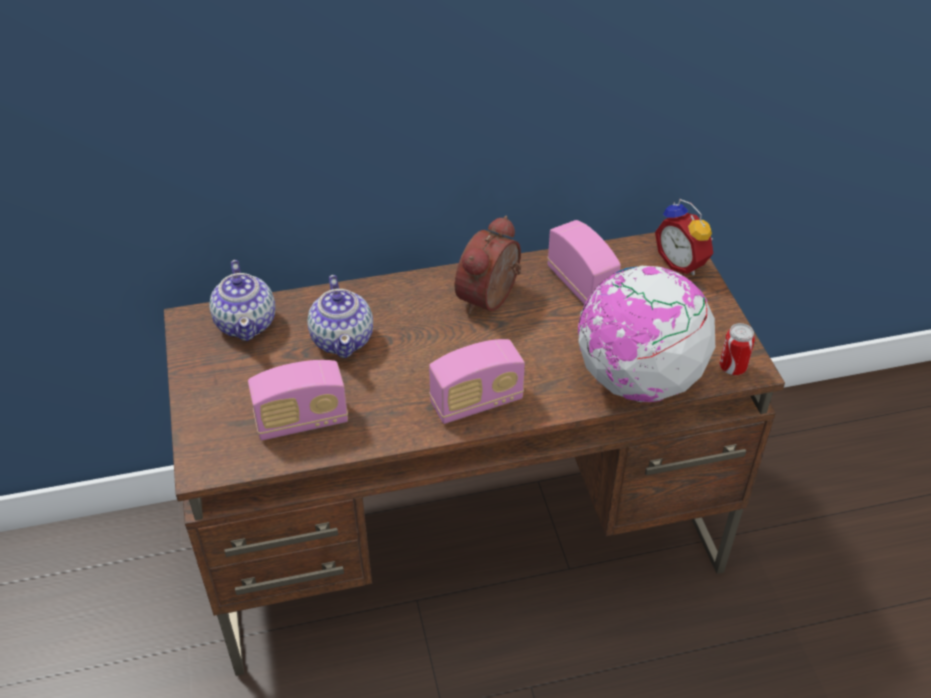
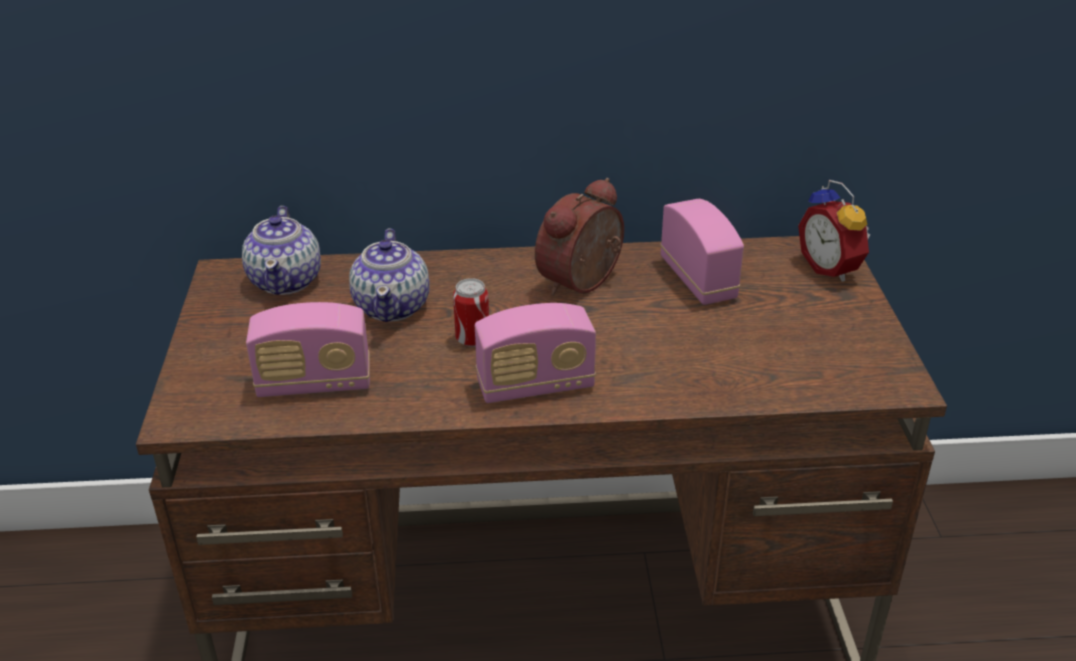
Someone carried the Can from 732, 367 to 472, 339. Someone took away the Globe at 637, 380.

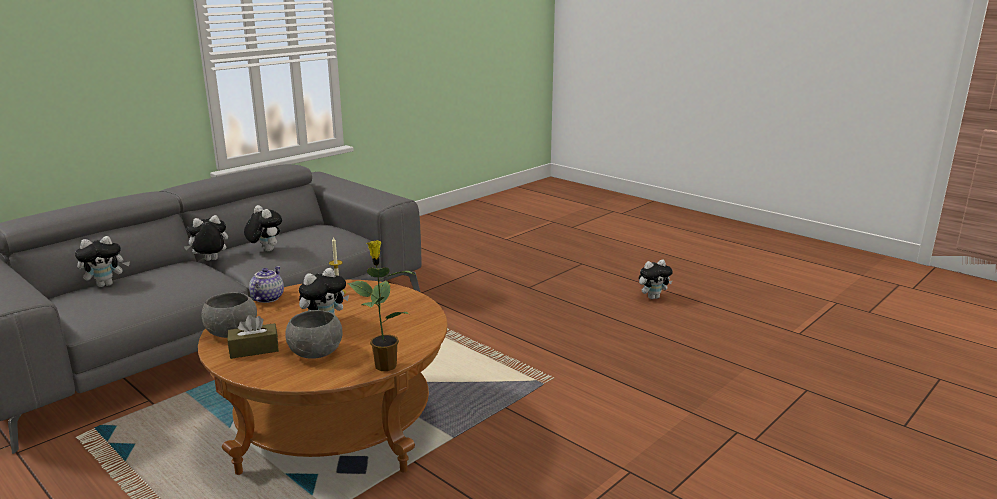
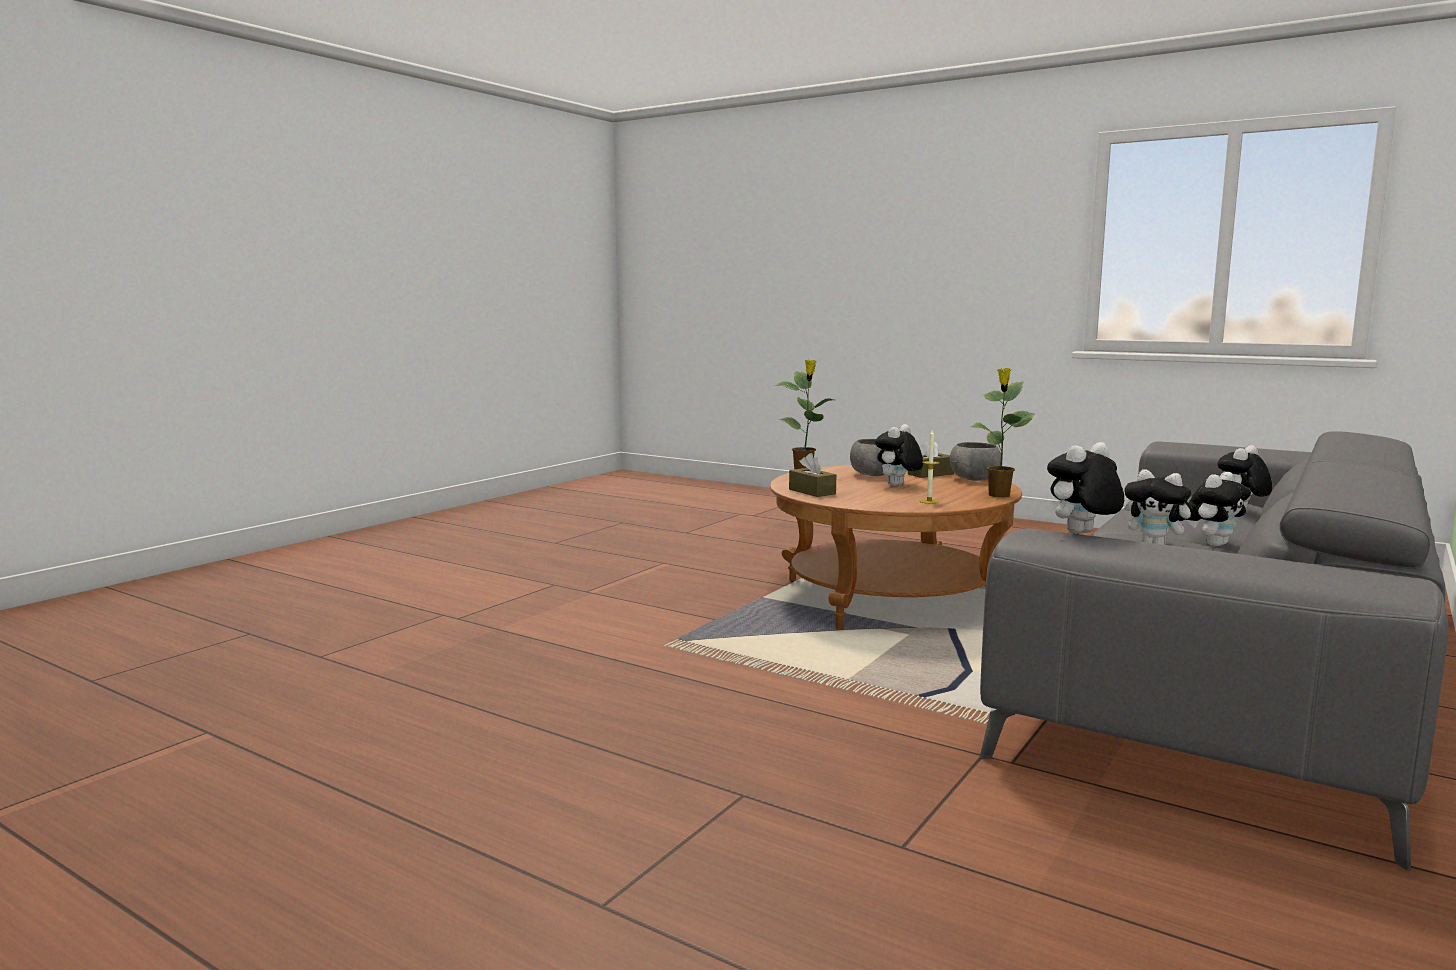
Someone put down the BrownTissueBox at 812, 491. Someone swapped the Teapot at 267, 298 for the PottedPlant at 999, 495. Someone carried the PlushToy from 653, 297 to 1081, 534.

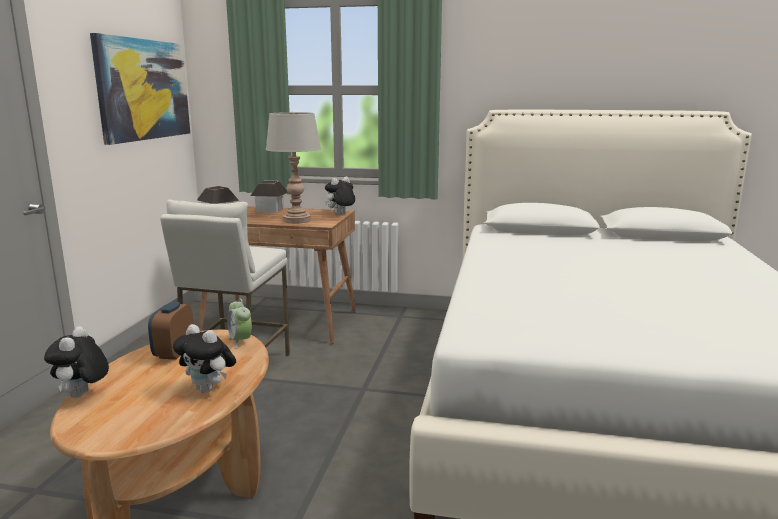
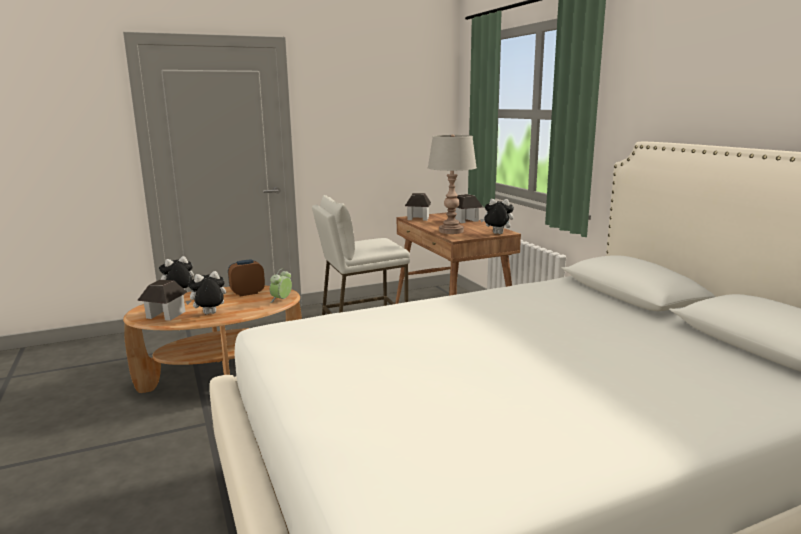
Someone put down the ToyHouse at 165, 315. Someone rotated the PlushToy at 208, 389 by 60 degrees clockwise. Someone took away the Picture at 144, 89.

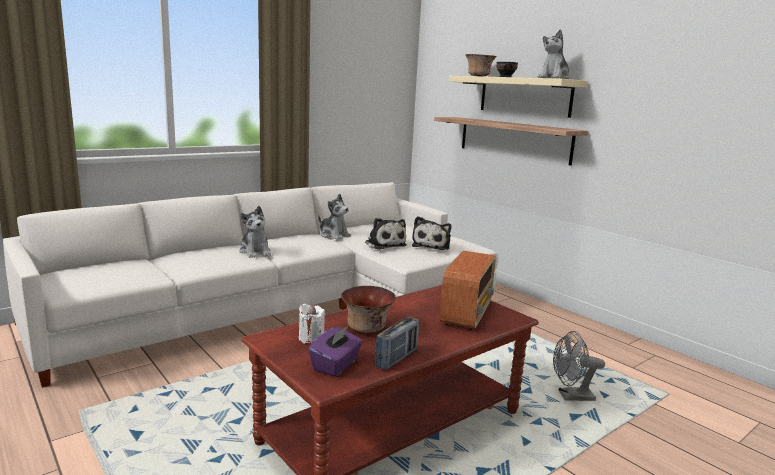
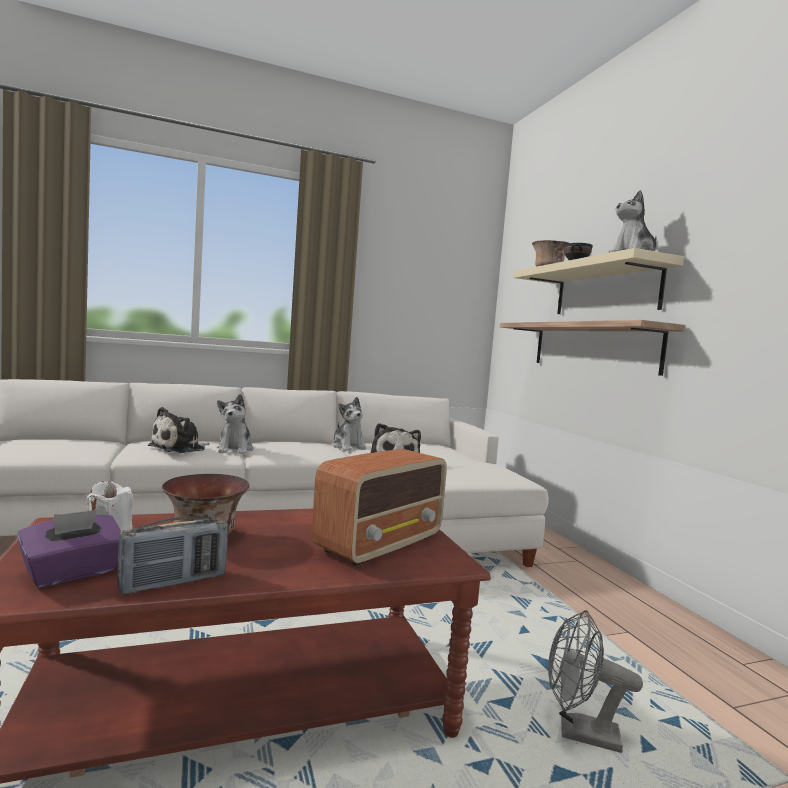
Someone carried the PlushToy from 432, 245 to 180, 448.

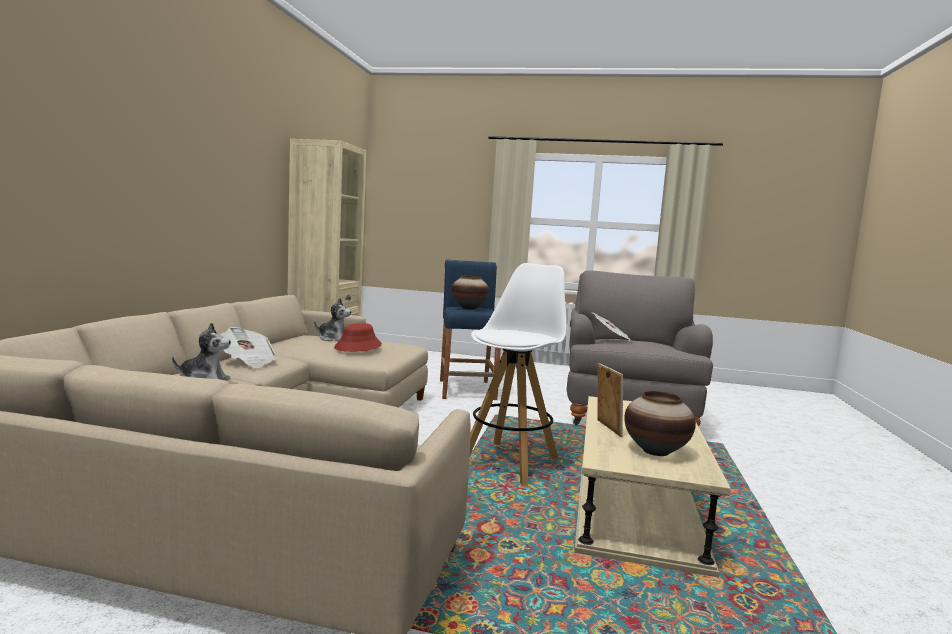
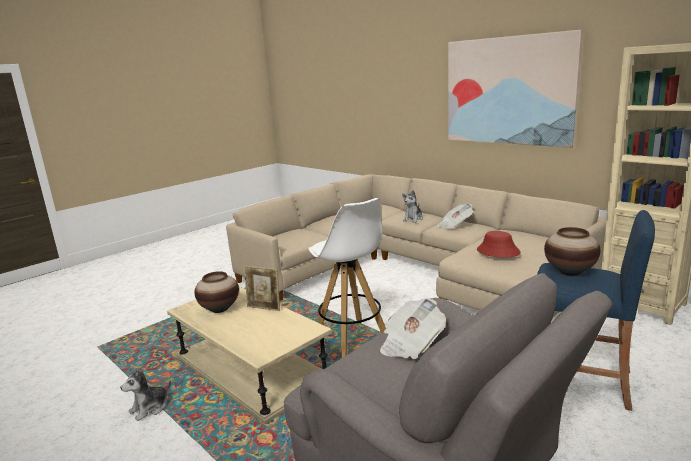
Someone carried the PlushToy from 333, 339 to 150, 408. Someone put up the Picture at 508, 91.

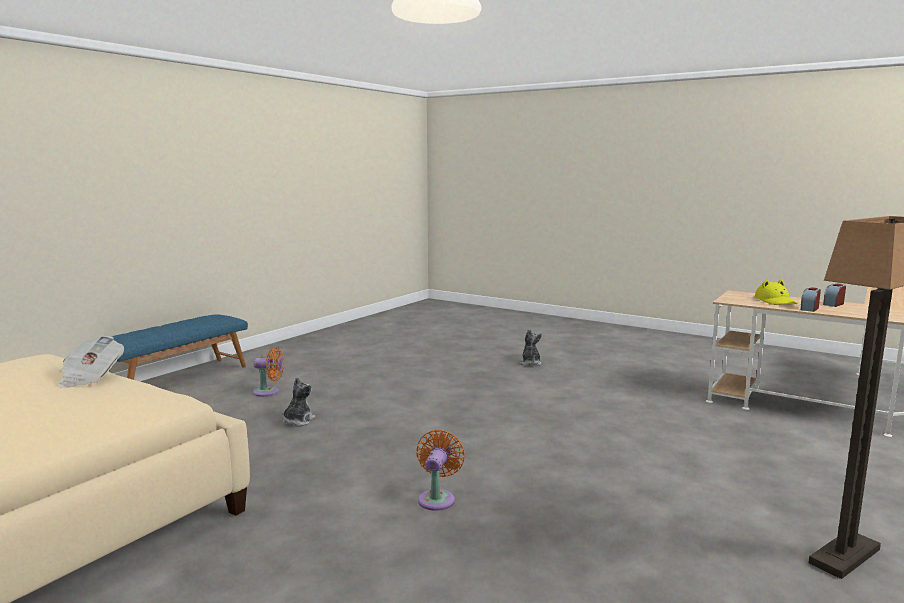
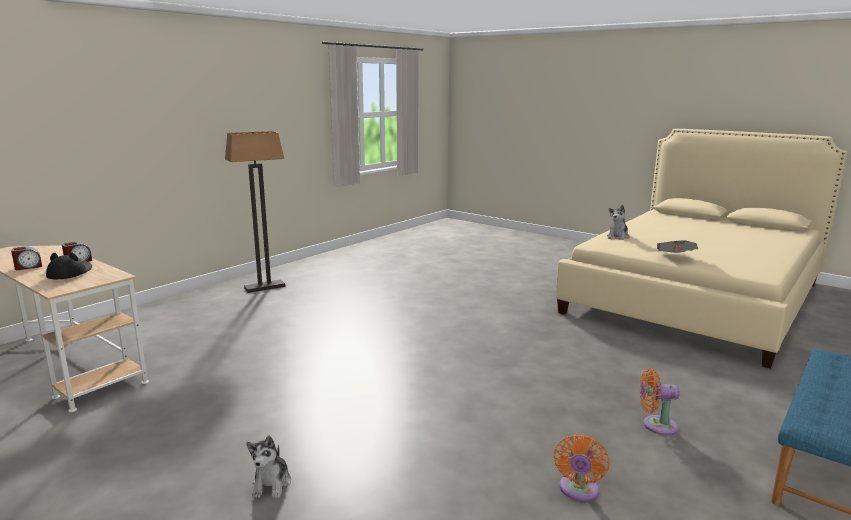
Someone repainted the YellowHat at 775, 301, which became the BlackHat at 70, 273. Someone carried the OrangeFan from 437, 498 to 578, 491. Someone carried the PlushToy from 298, 421 to 618, 237.

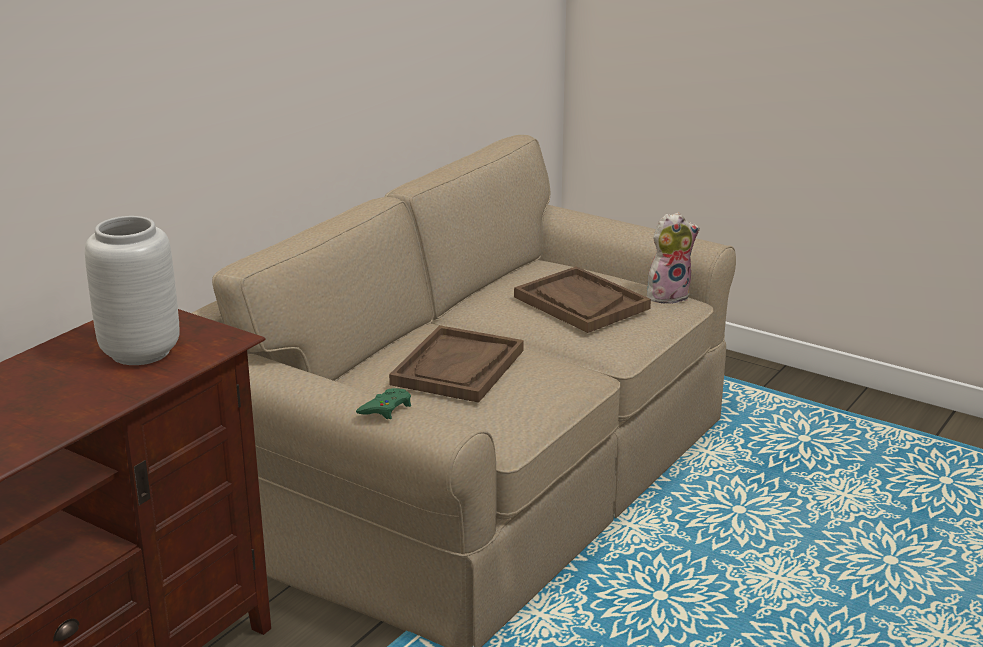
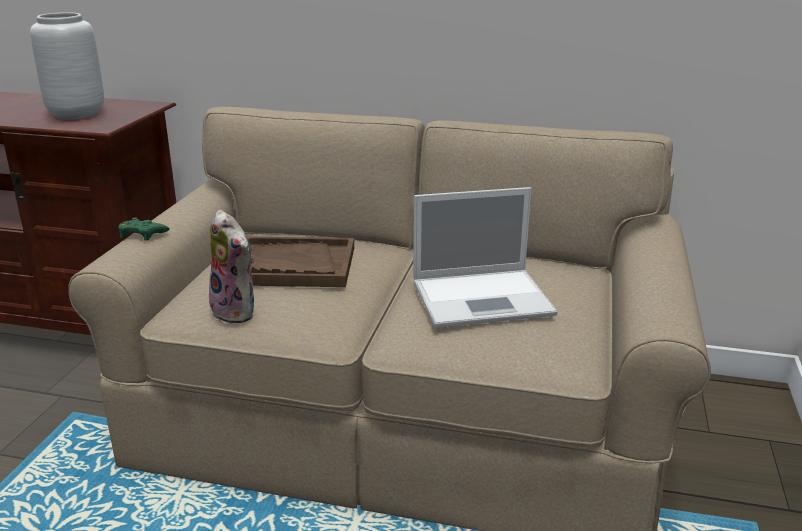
Someone carried the PlushToy from 668, 295 to 238, 311. Someone swapped the BrownTray at 581, 303 for the Laptop at 484, 298.

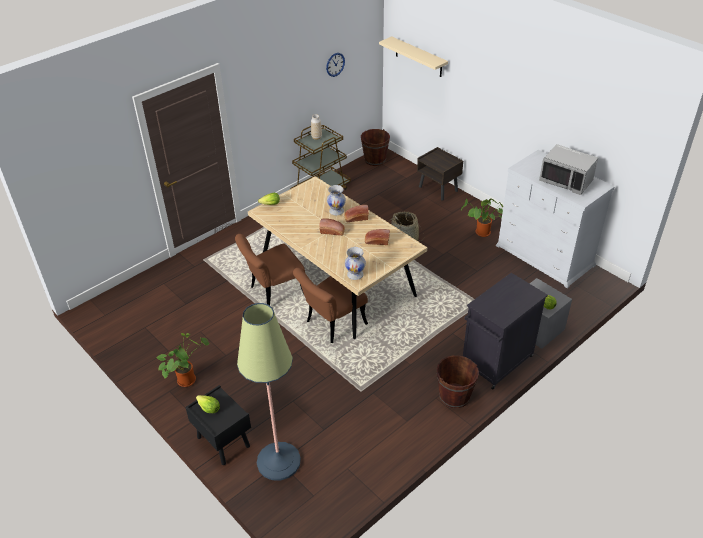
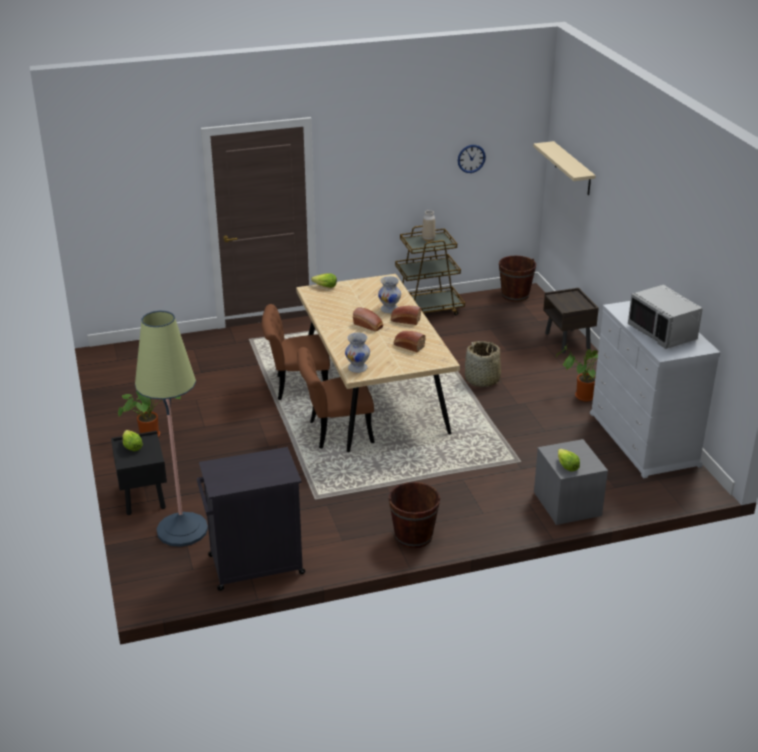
Someone carried the BlackCabinet from 496, 362 to 254, 565.

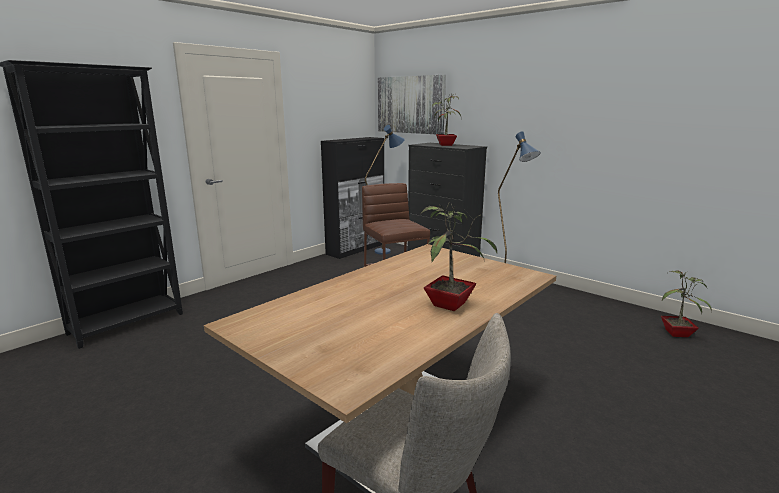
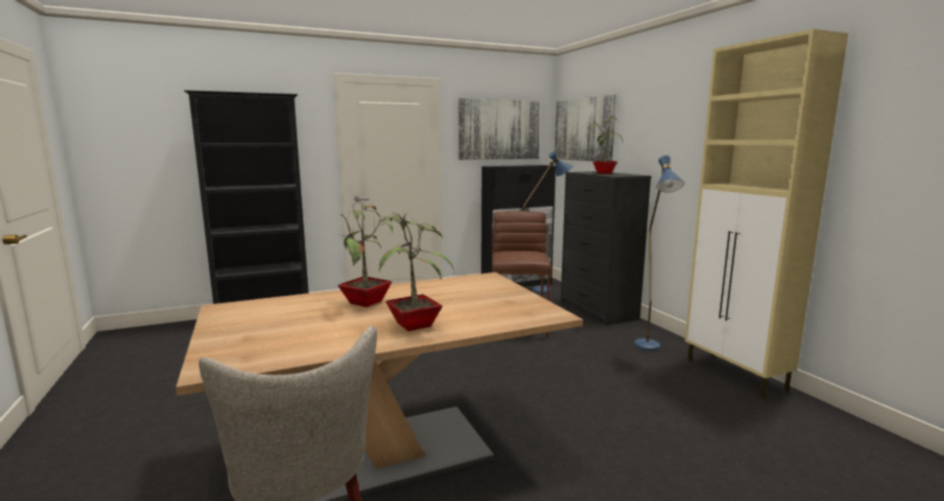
Someone carried the PottedPlant from 678, 333 to 367, 303. Someone put up the Picture at 499, 130. Someone put down the BeigeCabinet at 736, 375.

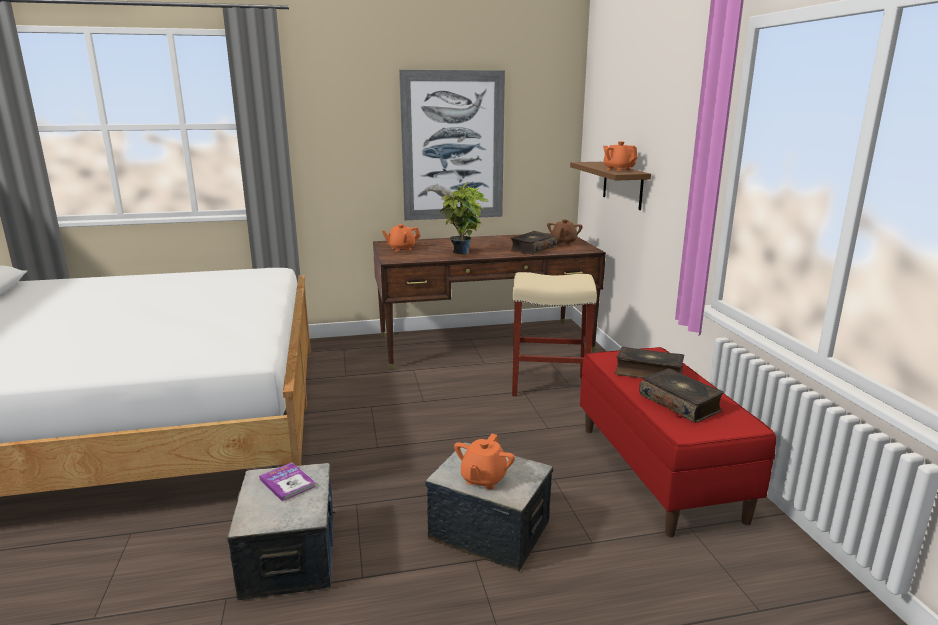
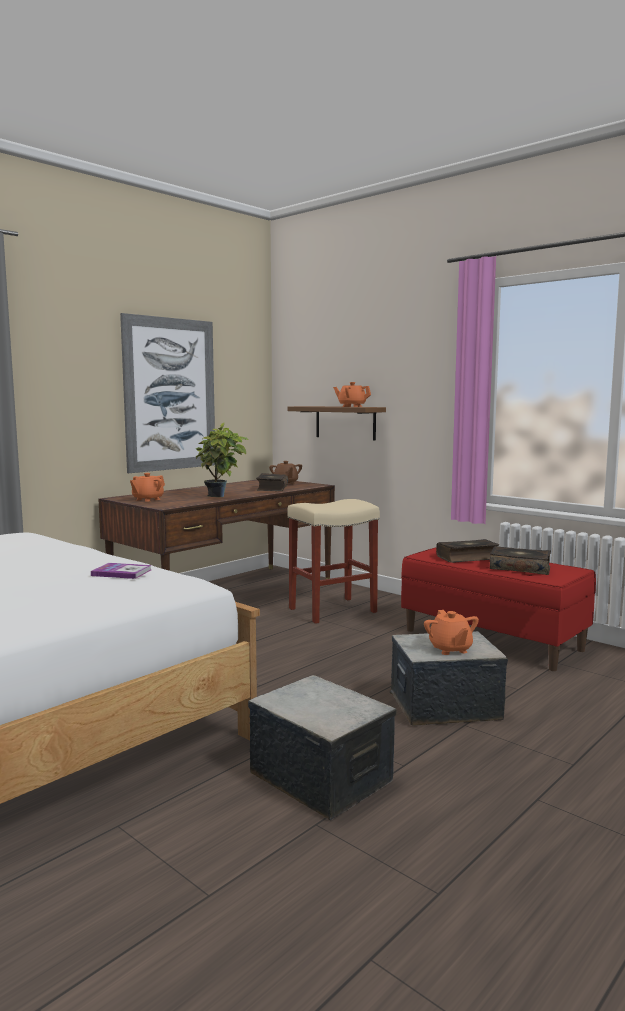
Someone carried the Book from 287, 483 to 121, 572.

